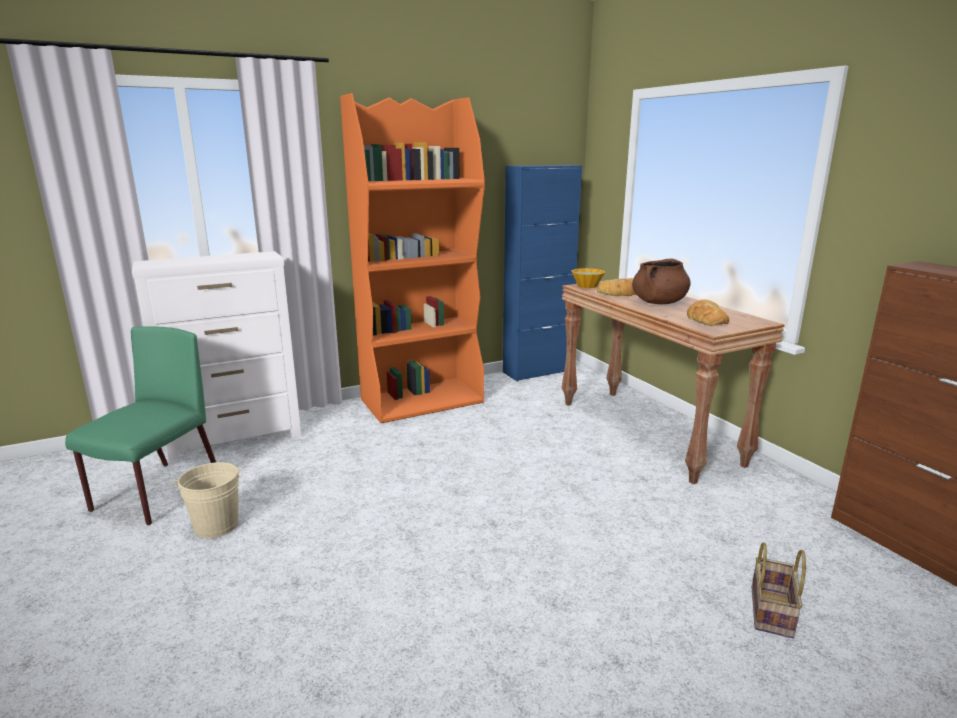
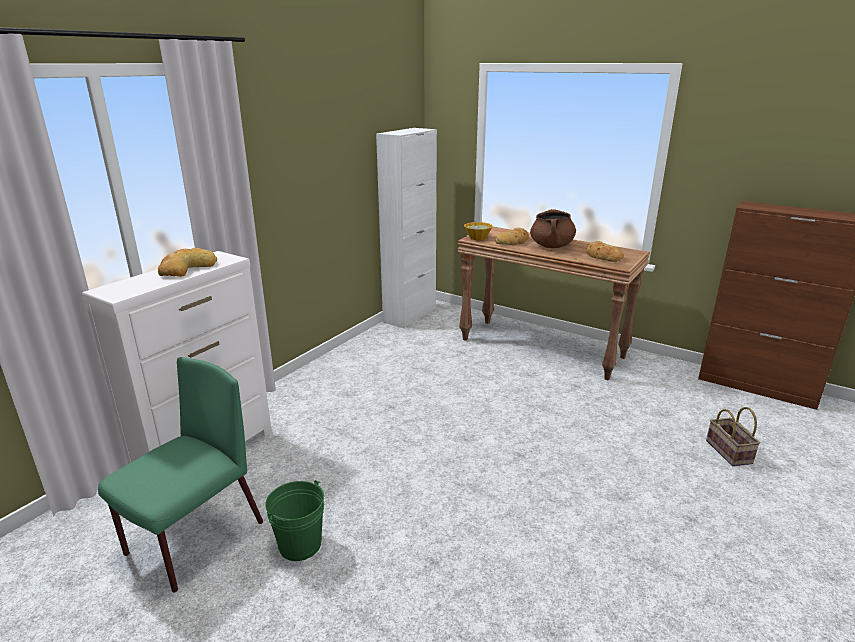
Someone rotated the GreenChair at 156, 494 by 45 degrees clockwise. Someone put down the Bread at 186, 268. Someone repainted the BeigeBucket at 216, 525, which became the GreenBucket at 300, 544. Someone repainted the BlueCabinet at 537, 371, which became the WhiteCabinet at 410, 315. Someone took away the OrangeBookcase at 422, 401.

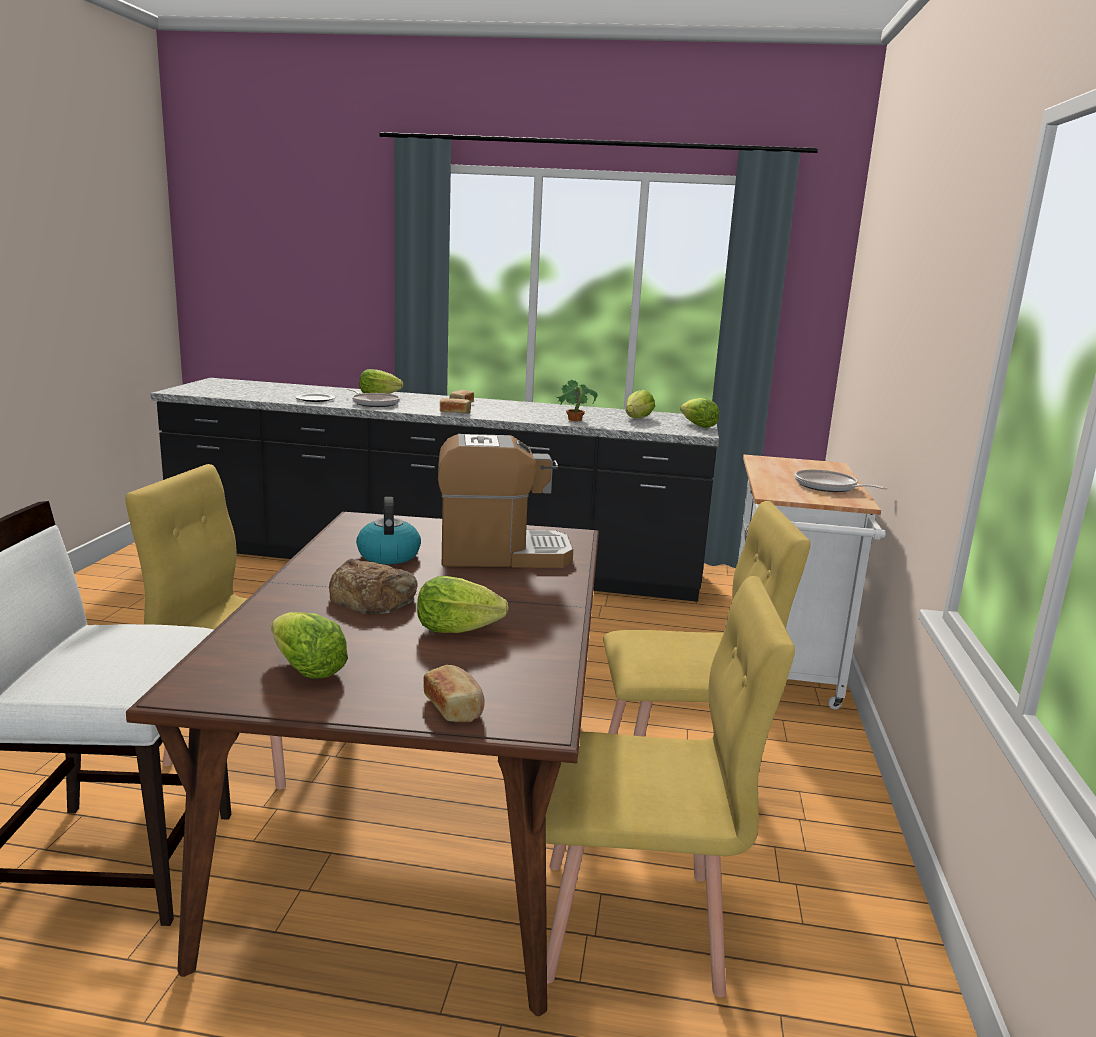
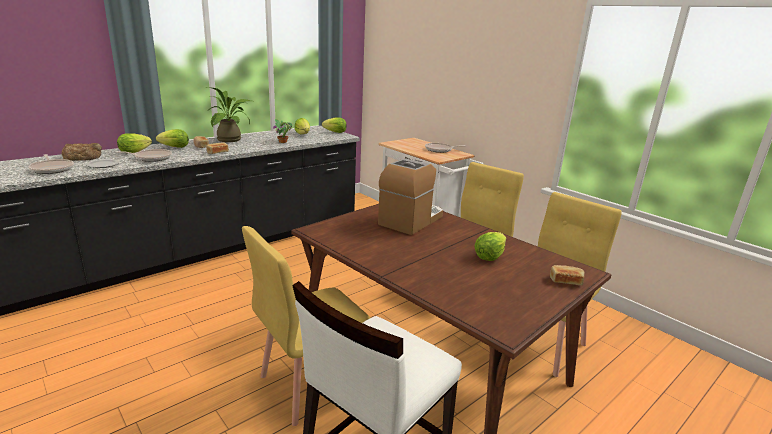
Someone put down the FryingPan at 52, 169. Someone carried the Bread from 373, 597 to 83, 156. Someone carried the Lettuce from 307, 670 to 175, 147. Someone put down the PottedPlant at 232, 139. Someone took away the Kettle at 388, 555.

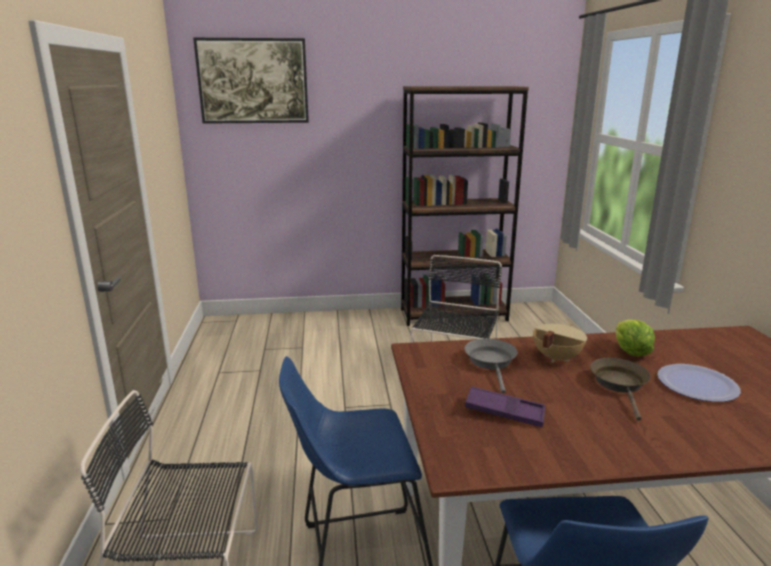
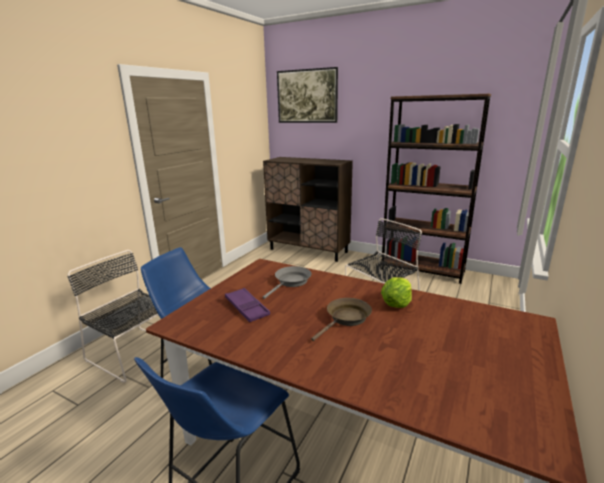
Someone put down the BrownCabinet at 308, 250. Someone took away the BeigeCookingPot at 555, 358. Someone took away the Plate at 697, 384.

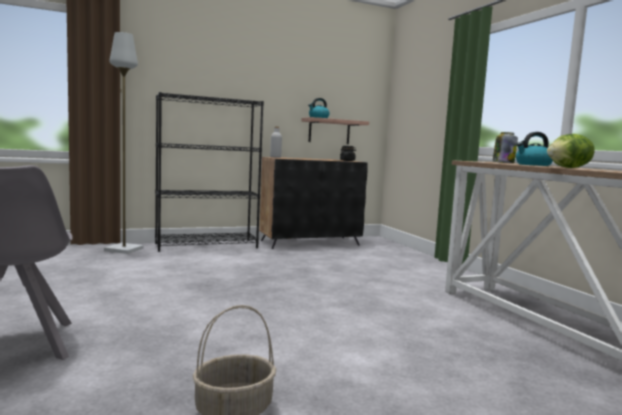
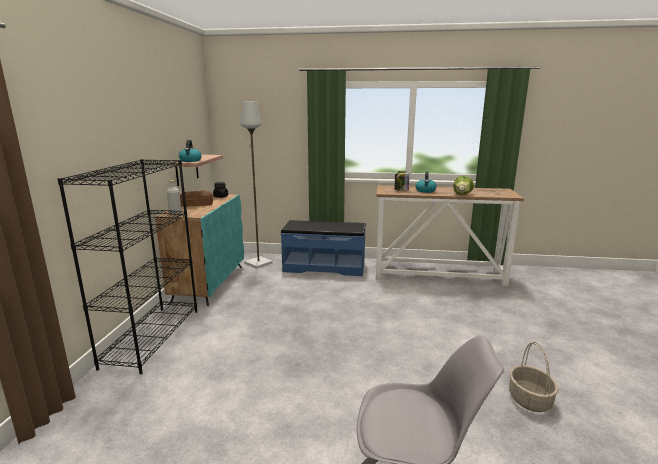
Someone repainted the BlackCabinet at 310, 242, which became the TurquoiseCabinet at 209, 283. Someone put down the Bread at 196, 204. Someone carried the GreyFloorLamp from 123, 250 to 258, 263. Someone put down the BlueBench at 324, 267.

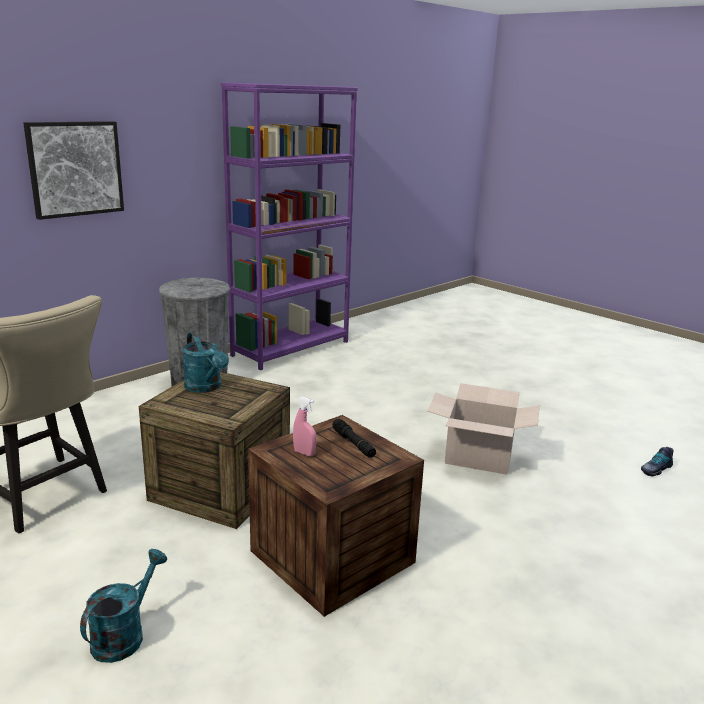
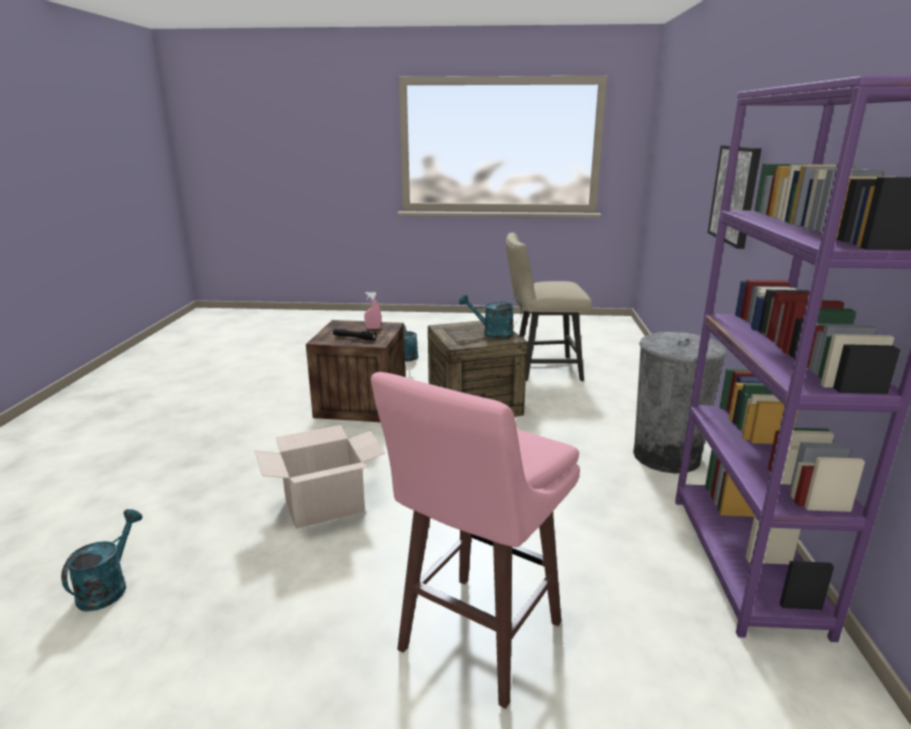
Someone swapped the Shoe at 655, 469 for the TurquoiseWateringCan at 108, 587. Someone put down the PinkStool at 477, 639.

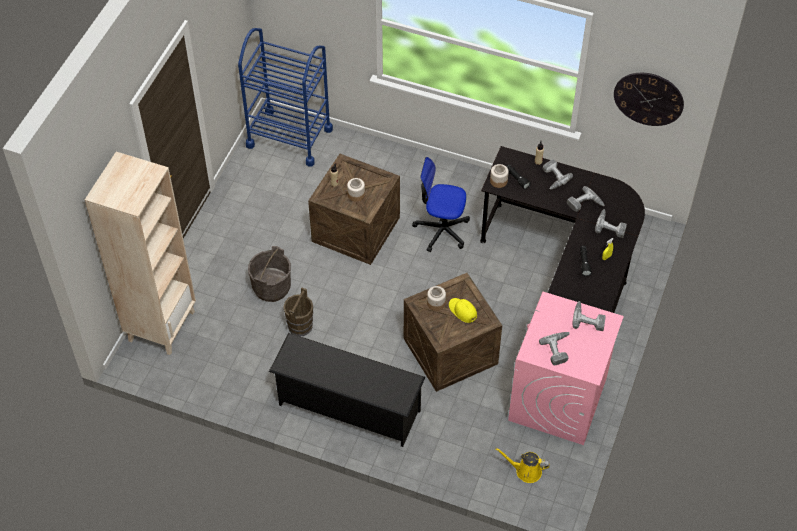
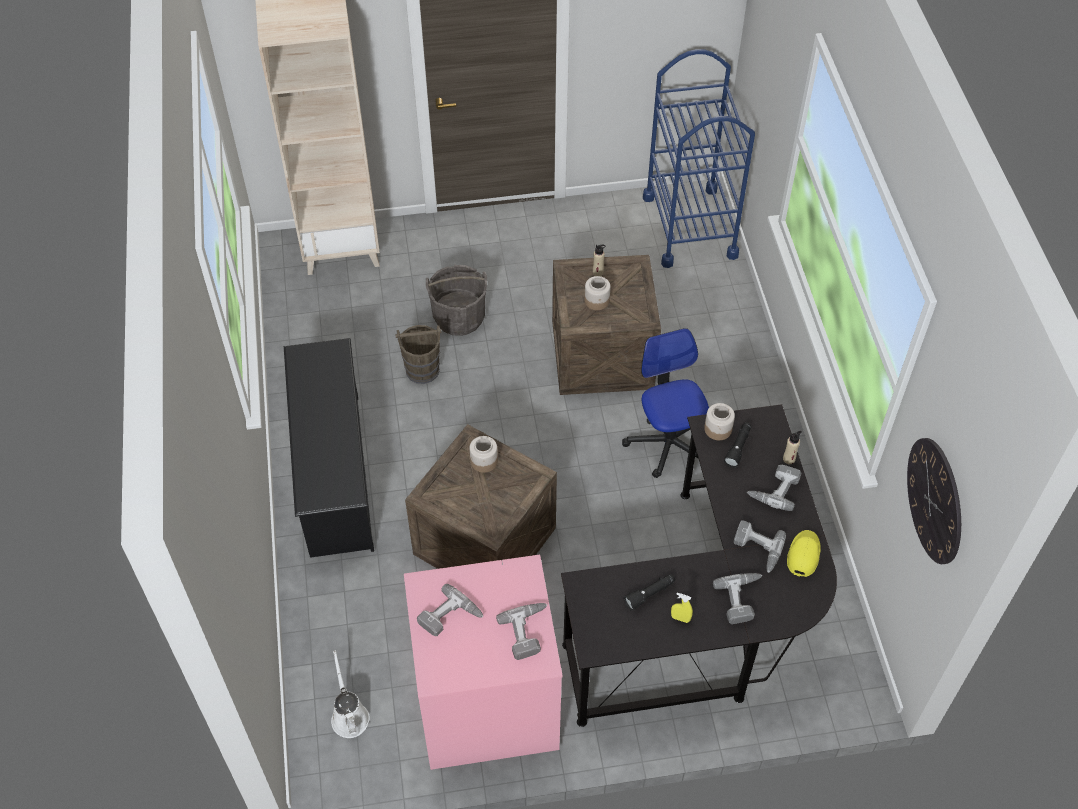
Someone repainted the YellowWateringCan at 525, 471, which became the WhiteWateringCan at 349, 715. Someone carried the YellowCap from 462, 311 to 803, 555.

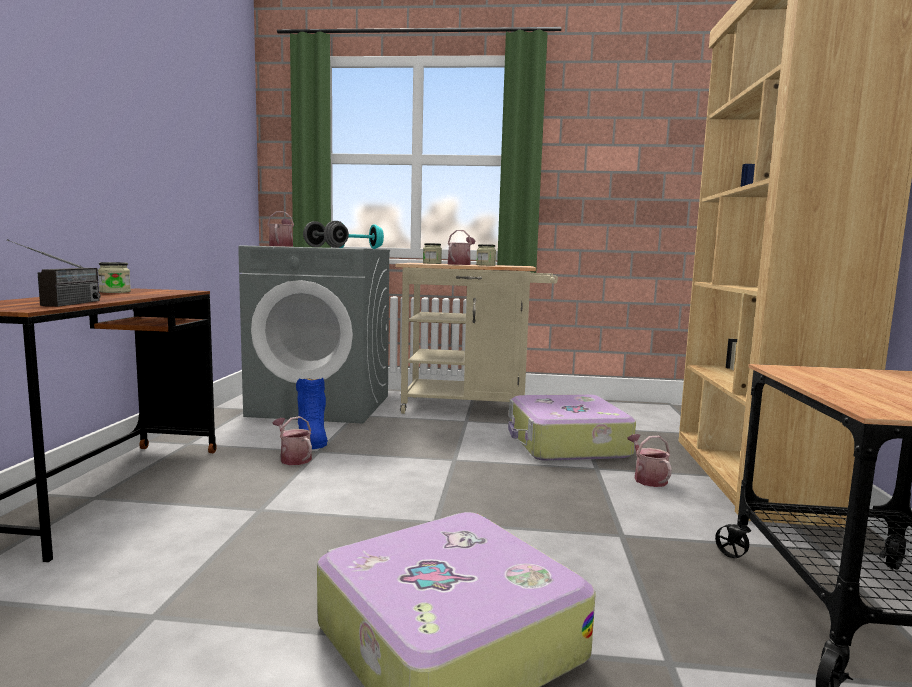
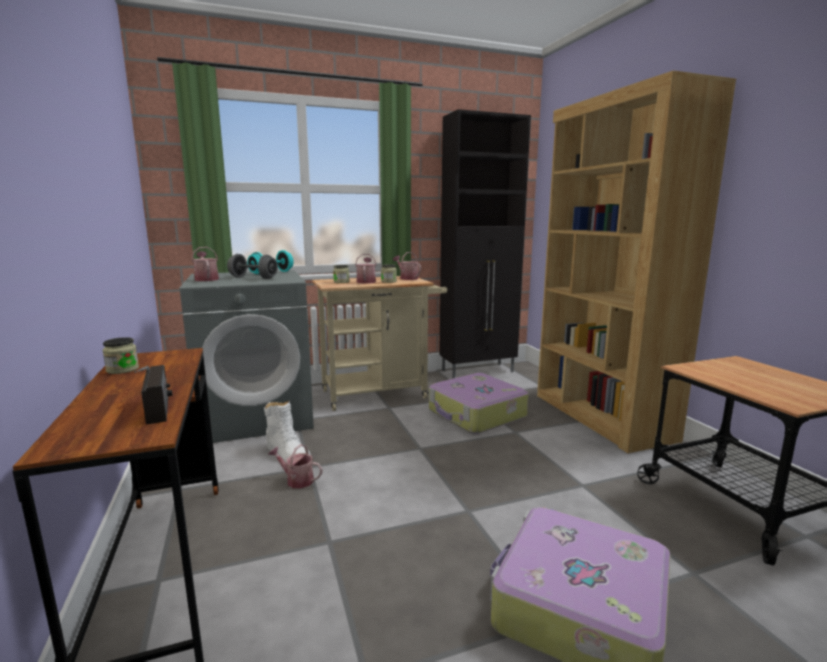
Someone repainted the BlueBoot at 311, 438, which became the WhiteBoot at 288, 454. Someone carried the WateringCan from 647, 478 to 407, 278. Someone put down the BlackCabinet at 478, 371.

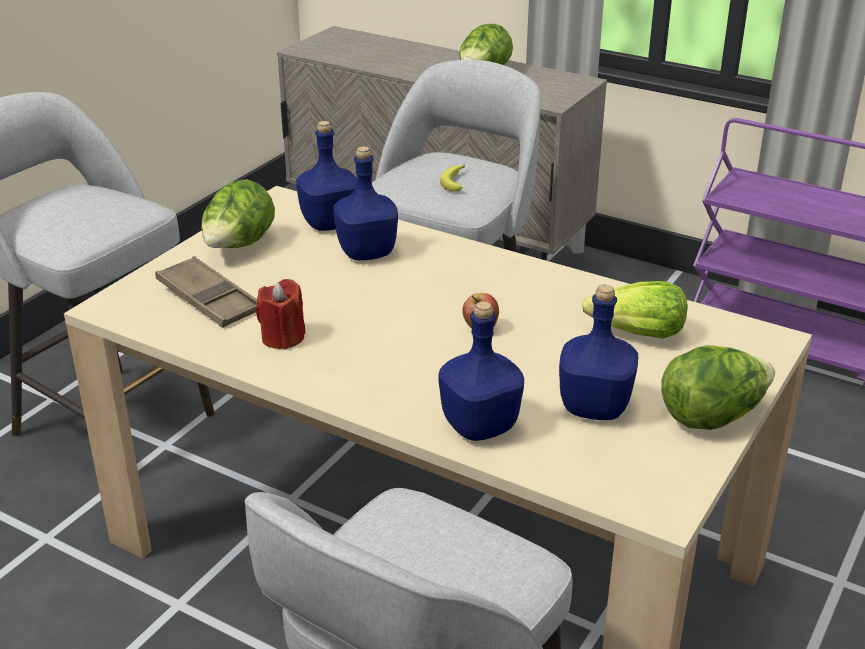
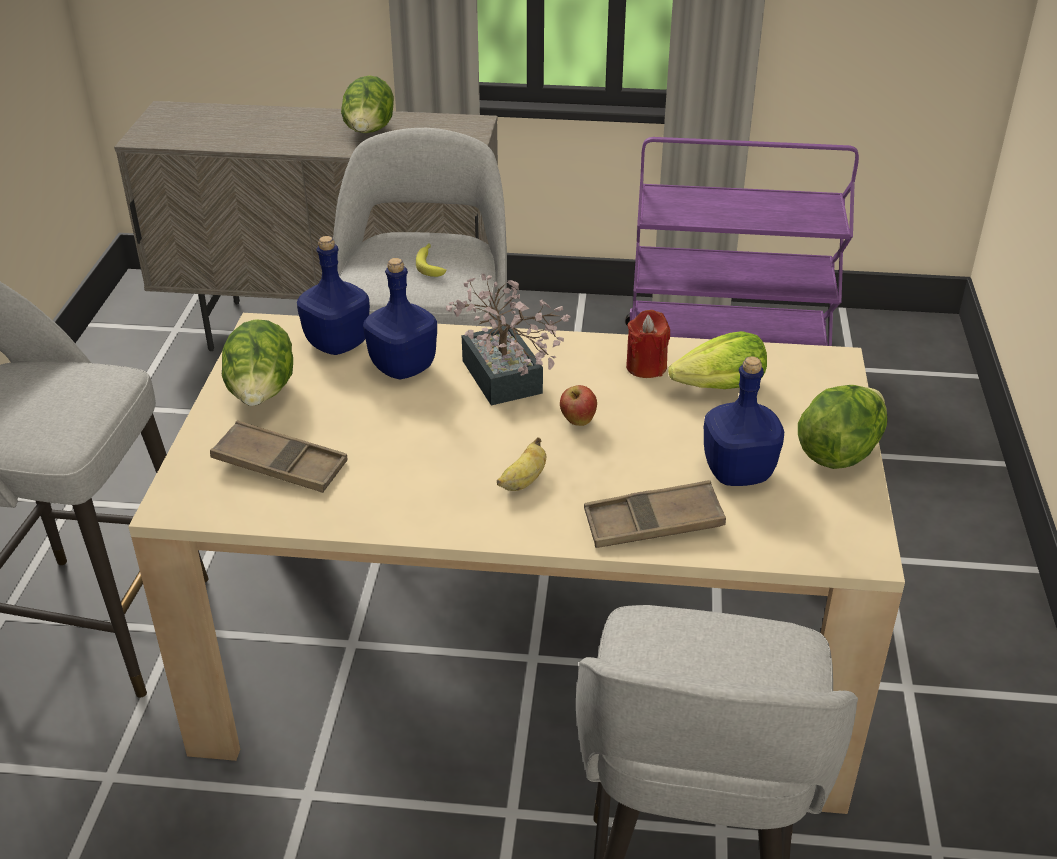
Someone put down the PottedPlant at 505, 383. Someone put down the Banana at 523, 481. Someone swapped the BlueBottle at 478, 426 for the BrownTray at 653, 523. Someone carried the RedCandle from 283, 338 to 646, 367.

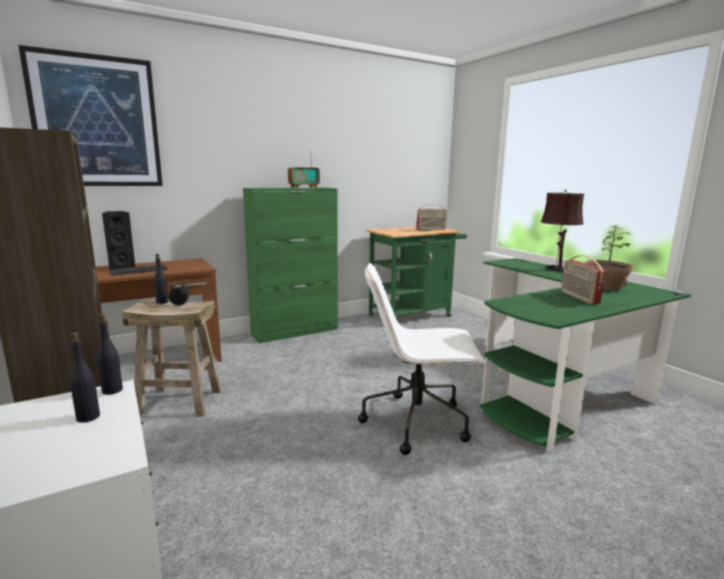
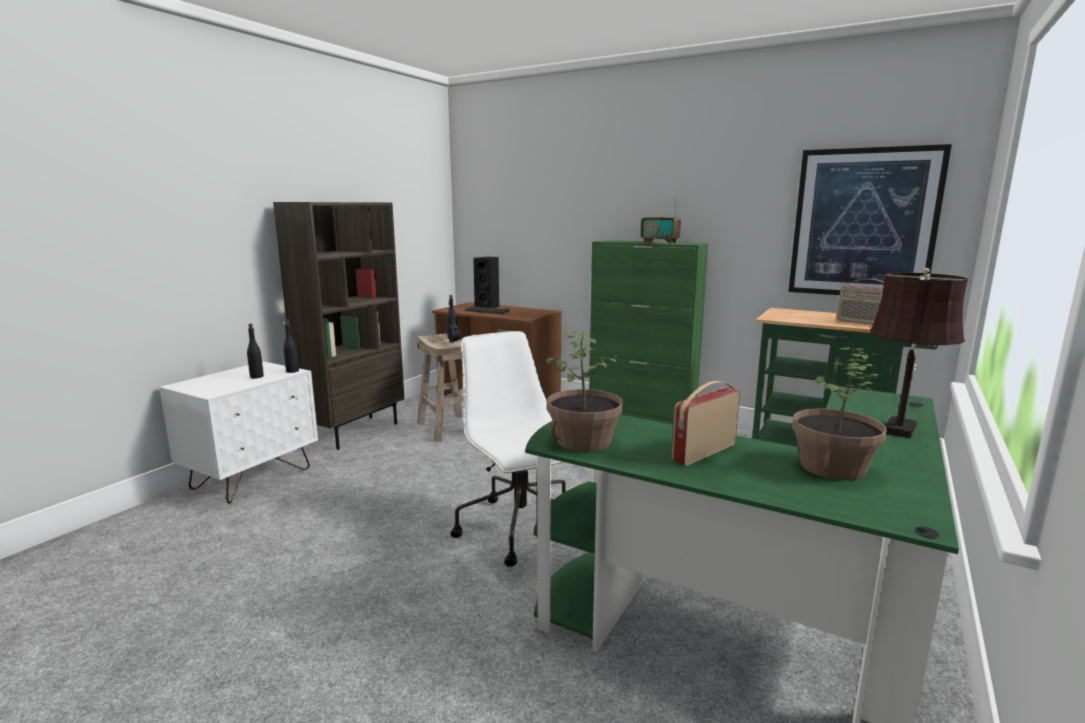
Someone put down the PottedPlant at 584, 441. Someone carried the Picture from 97, 122 to 863, 223.

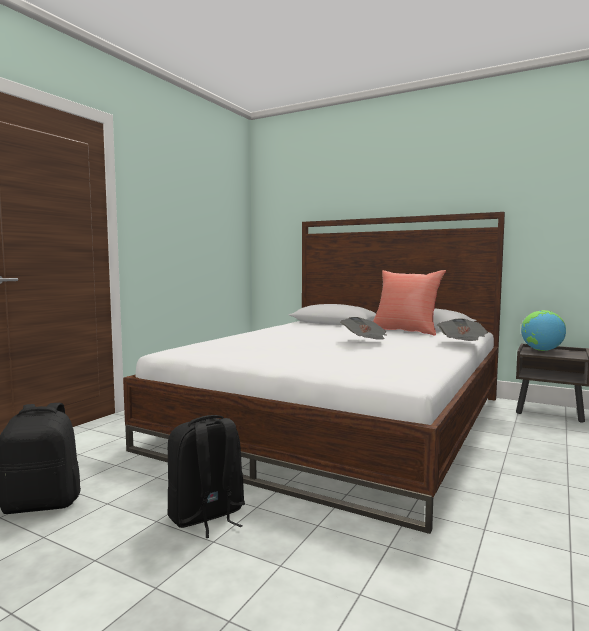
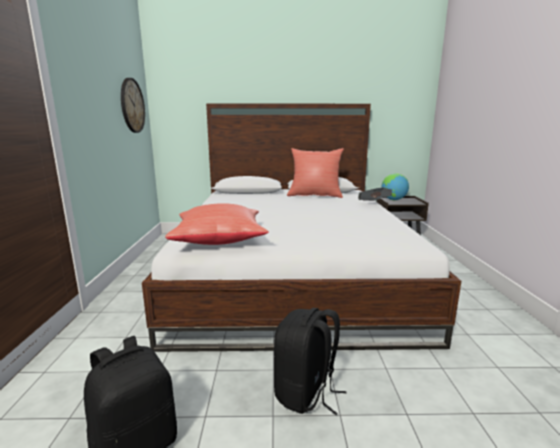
Someone put up the WallClock at 132, 105. Someone put down the RedPillow at 219, 240. Someone took away the Newspaper at 365, 342.

